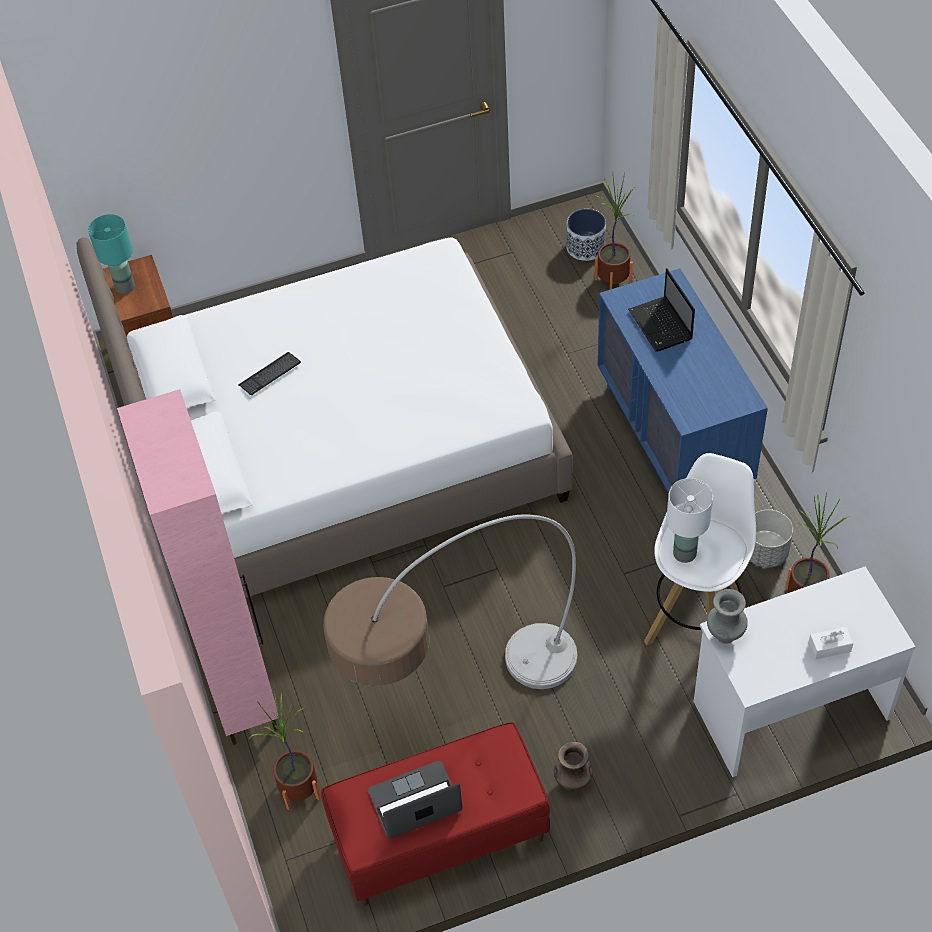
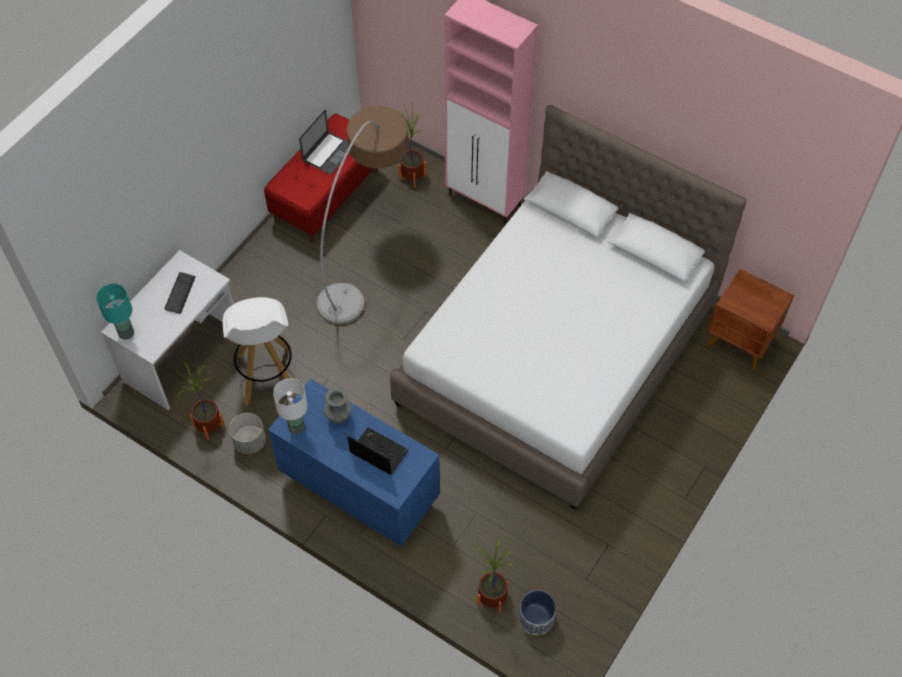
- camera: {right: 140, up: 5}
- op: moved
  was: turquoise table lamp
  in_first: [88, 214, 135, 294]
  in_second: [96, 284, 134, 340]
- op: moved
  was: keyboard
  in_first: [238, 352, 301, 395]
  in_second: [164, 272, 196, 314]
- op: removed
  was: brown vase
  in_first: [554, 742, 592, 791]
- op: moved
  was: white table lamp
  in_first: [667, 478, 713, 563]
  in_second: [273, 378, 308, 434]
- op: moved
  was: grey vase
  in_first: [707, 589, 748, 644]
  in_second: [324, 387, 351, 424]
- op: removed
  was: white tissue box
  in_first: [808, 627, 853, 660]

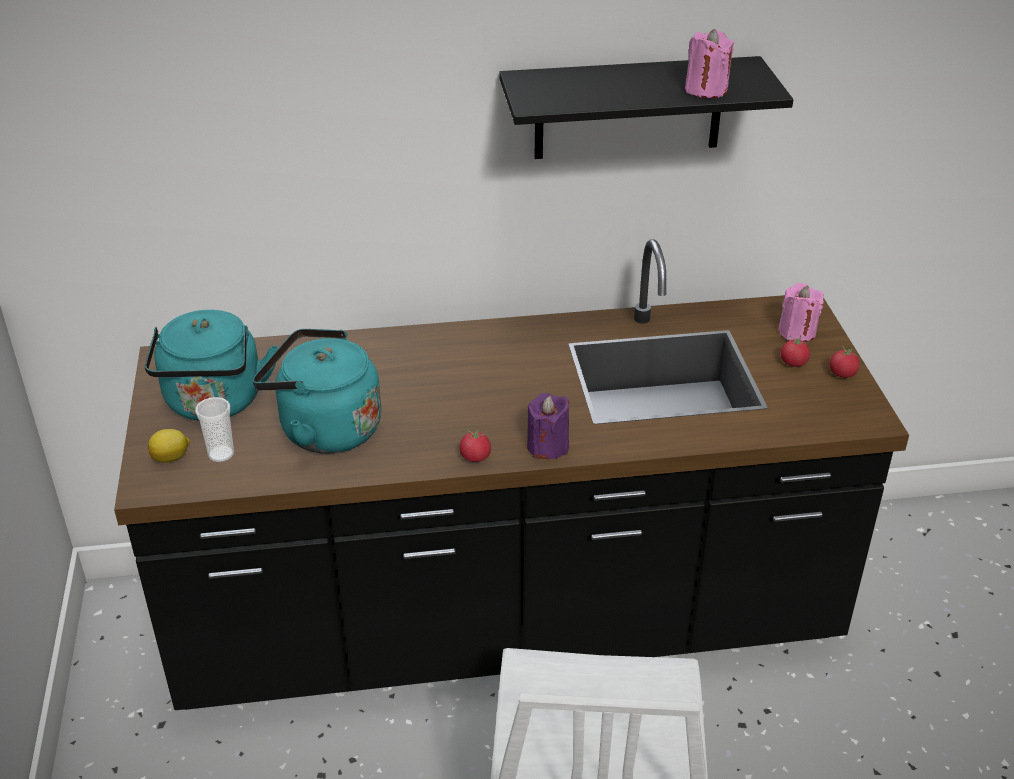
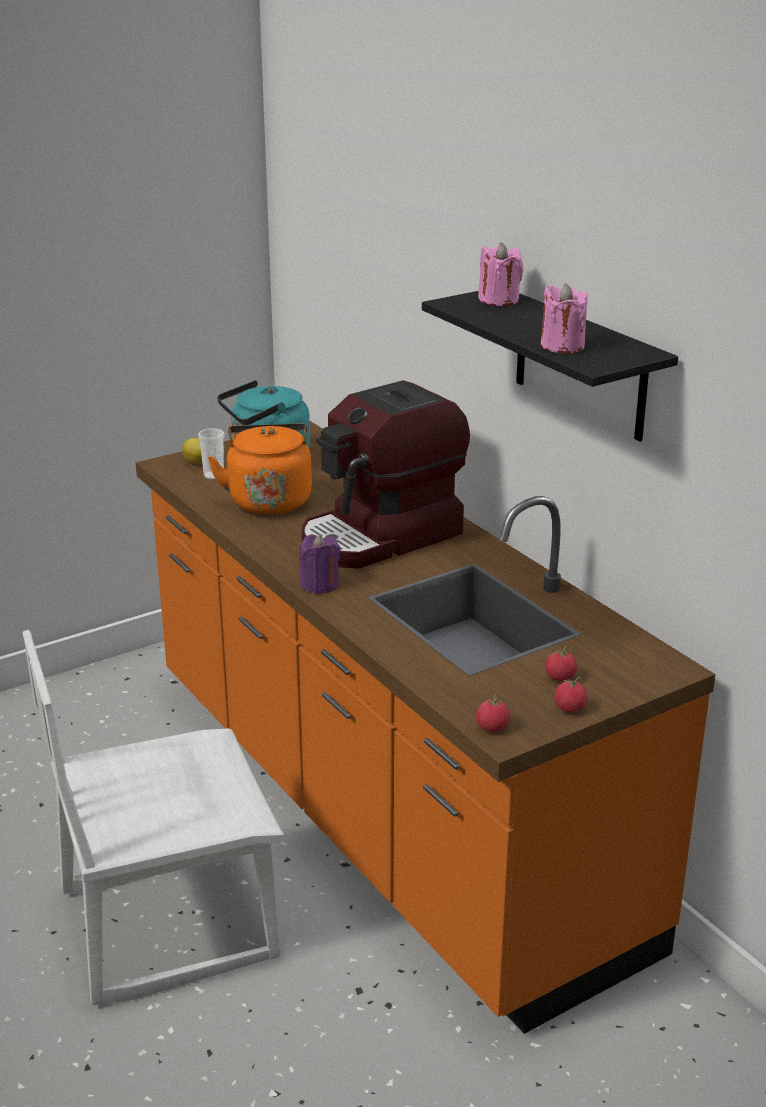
- camera: {right: 65, up: -10}
- op: recoloured
  was: black counter
  now: orange counter
  in_first: [114, 239, 909, 710]
  in_second: [136, 421, 716, 1034]
- op: recoloured
  was: turquoise kettle
  now: orange kettle
  in_first: [253, 329, 381, 454]
  in_second: [208, 424, 312, 515]
- op: moved
  was: tomato
  in_first: [459, 427, 491, 462]
  in_second: [476, 694, 510, 732]
- op: moved
  was: pink candle
  in_first: [779, 283, 824, 342]
  in_second: [478, 243, 523, 306]
- op: added
  now: coffee machine
  in_second: [302, 380, 470, 568]

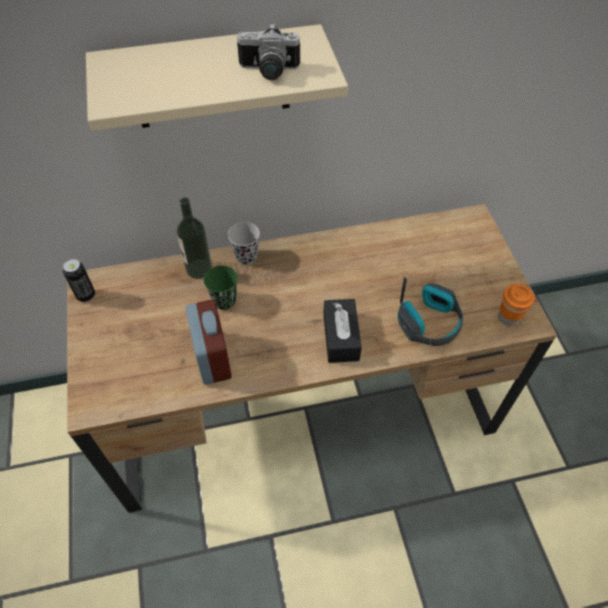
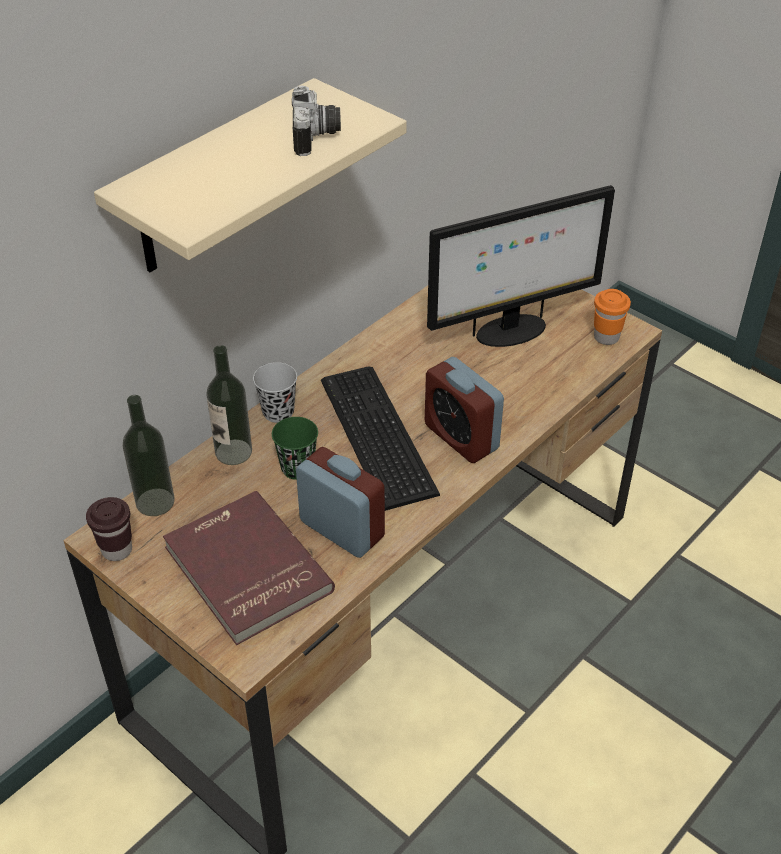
- camera: {right: -35, up: -10}
- op: replaced
  was: can
  now: brown cup
  in_first: [63, 259, 95, 302]
  in_second: [86, 497, 132, 561]
- op: turned
  was: photo camera
  in_first: [237, 23, 300, 80]
  in_second: [292, 86, 341, 156]
  clockwise: -60
- op: replaced
  was: black tissue box
  now: alarm clock
  in_first: [323, 299, 362, 363]
  in_second: [425, 357, 504, 463]
- op: removed
  was: headphones
  in_first: [398, 277, 463, 346]
- op: added
  now: bottle
  in_second: [122, 395, 175, 516]
- op: added
  now: red book
  in_second: [163, 491, 335, 645]
- op: added
  now: keyboard
  in_second: [321, 367, 440, 511]
- op: added
  now: monitor
  in_second: [427, 185, 615, 347]

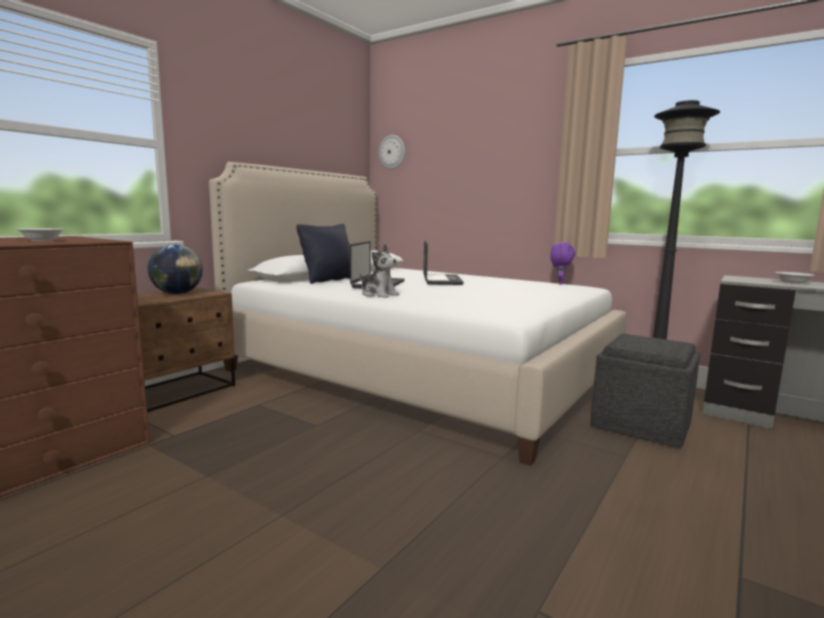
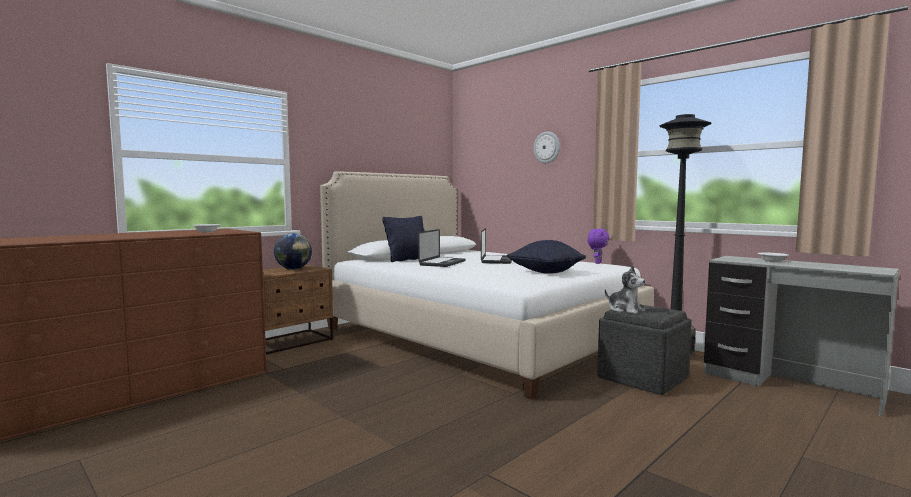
- camera: {right: 10, up: -5}
- op: moved
  was: plush toy
  in_first: [360, 244, 399, 298]
  in_second: [605, 266, 645, 314]
- op: moved
  was: wall clock
  in_first: [379, 135, 405, 169]
  in_second: [533, 131, 560, 163]
- op: added
  now: black pillow
  in_second: [507, 240, 586, 274]

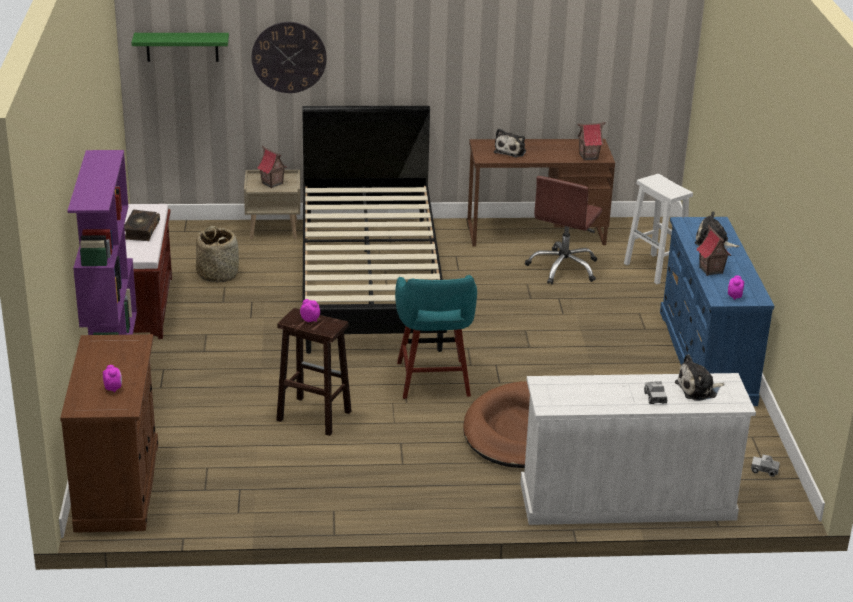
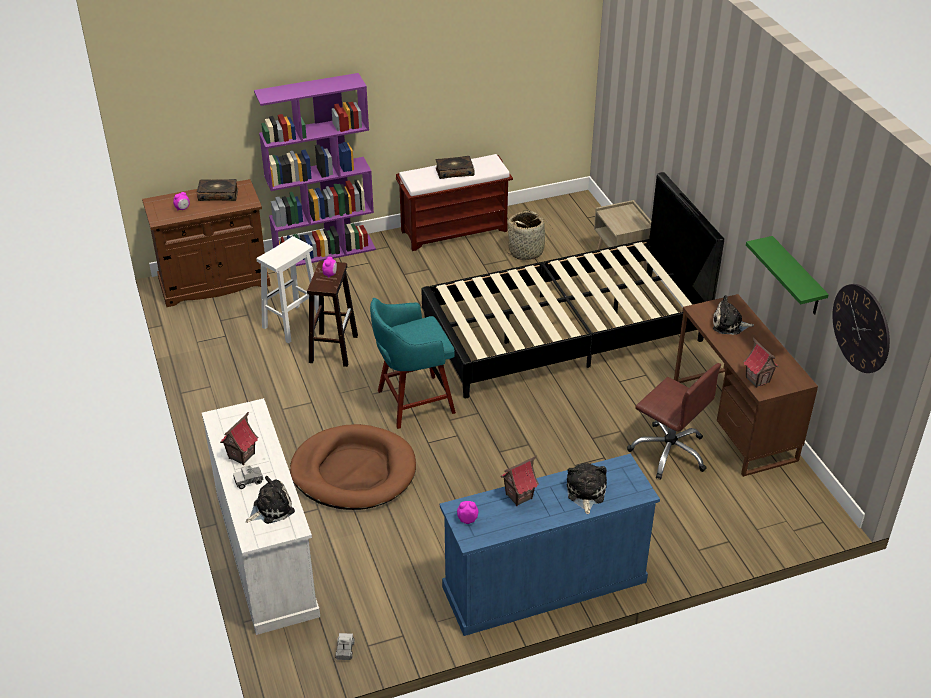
- camera: {right: 75, up: 10}
- op: moved
  was: green shelf
  in_first: [131, 33, 229, 62]
  in_second: [746, 236, 829, 315]
- op: moved
  was: wall clock
  in_first: [252, 22, 327, 93]
  in_second: [833, 284, 890, 373]
- op: moved
  was: toy house
  in_first: [257, 146, 287, 188]
  in_second: [220, 412, 259, 465]
- op: turned
  was: brown office chair
  in_first: [525, 176, 602, 284]
  in_second: [627, 363, 721, 480]
  clockwise: -150
- op: moved
  was: white stool
  in_first: [624, 174, 693, 284]
  in_second: [257, 236, 319, 343]
- op: turned
  was: plush toy
  in_first: [675, 354, 725, 401]
  in_second: [246, 476, 295, 524]
  clockwise: 90
- op: added
  now: book
  in_second: [197, 179, 238, 201]

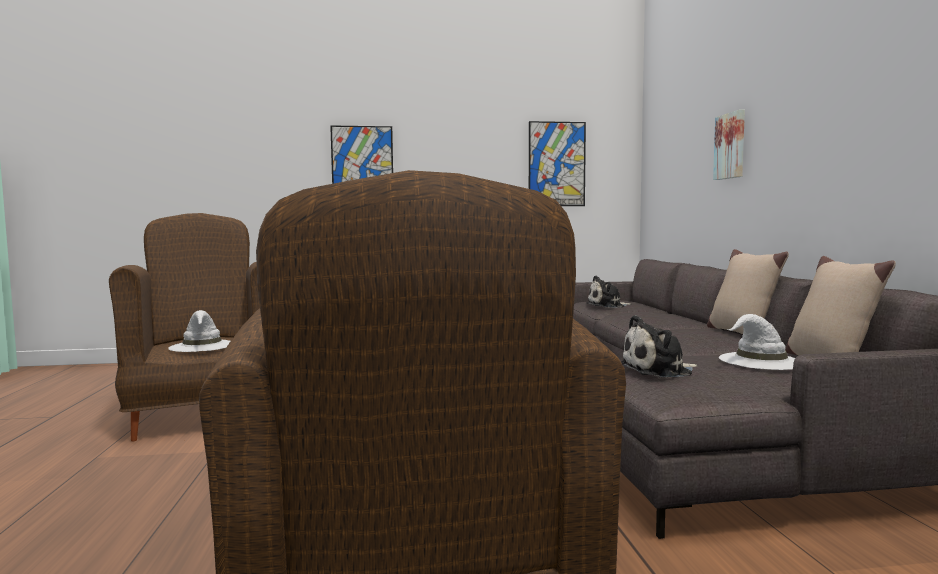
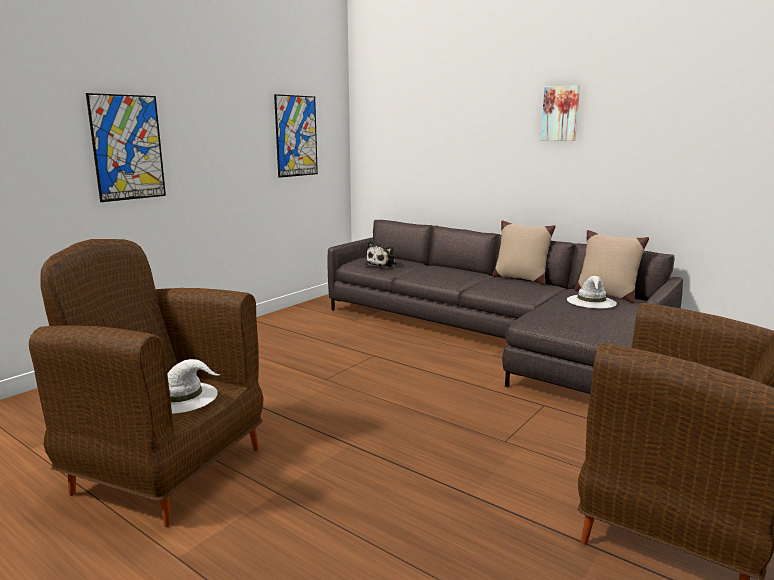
- camera: {right: -45, up: 10}
- op: removed
  was: plush toy
  in_first: [621, 315, 697, 378]
- op: moved
  was: picture
  in_first: [713, 110, 745, 180]
  in_second: [541, 85, 580, 141]

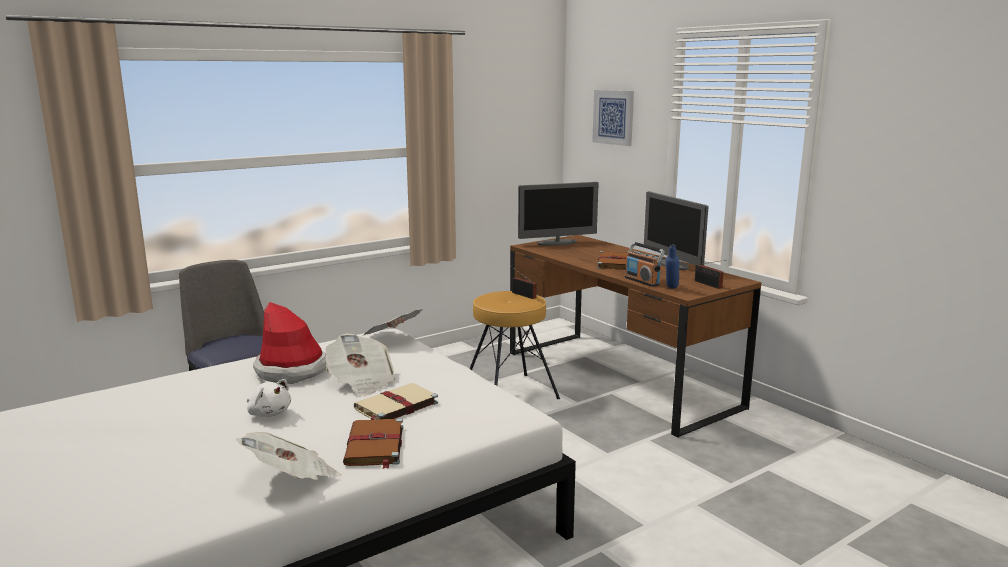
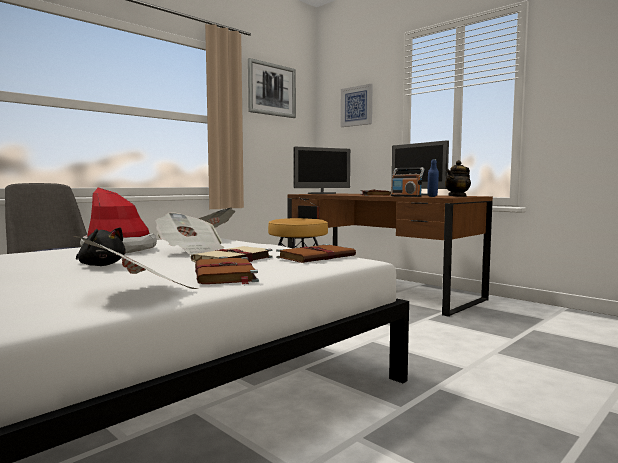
- camera: {right: -10, up: -10}
- op: recoloured
  was: white plush toy
  now: black plush toy
  in_first: [247, 379, 291, 417]
  in_second: [76, 228, 126, 266]
- op: replaced
  was: radio
  now: teapot
  in_first: [695, 260, 725, 289]
  in_second: [445, 160, 471, 197]
- op: added
  now: picture
  in_second: [248, 58, 296, 118]
- op: added
  now: brown book
  in_second: [276, 244, 356, 263]

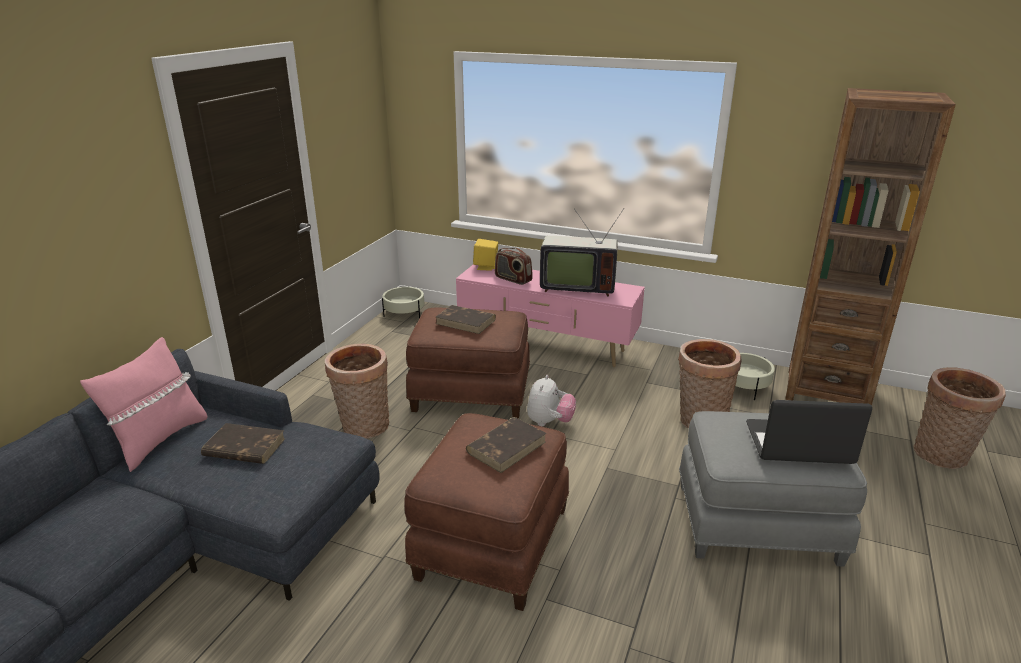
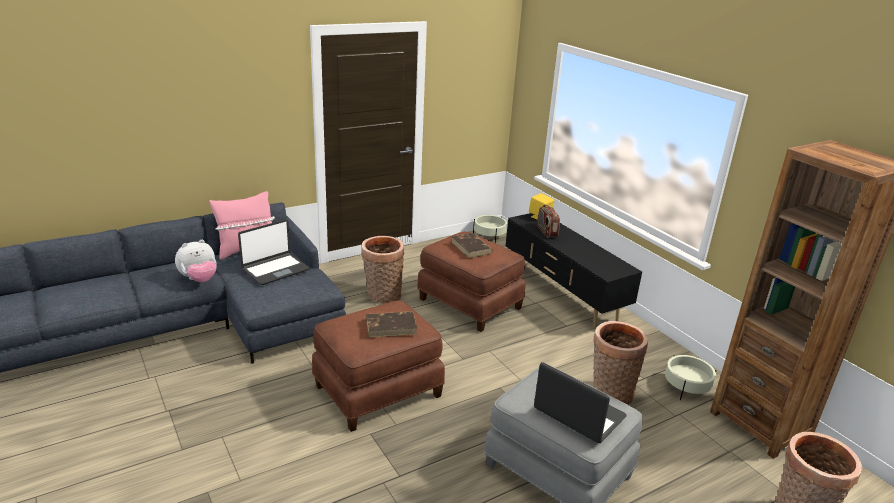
- camera: {right: 35, up: 0}
- op: replaced
  was: brown book
  now: laptop
  in_first: [201, 423, 285, 464]
  in_second: [238, 220, 310, 285]
- op: recoloured
  was: pink tv stand
  now: black tv stand
  in_first: [456, 264, 645, 367]
  in_second: [505, 213, 642, 329]
- op: moved
  was: plush toy
  in_first: [527, 375, 576, 426]
  in_second: [175, 240, 217, 283]
- op: removed
  was: television
  in_first: [540, 208, 623, 296]

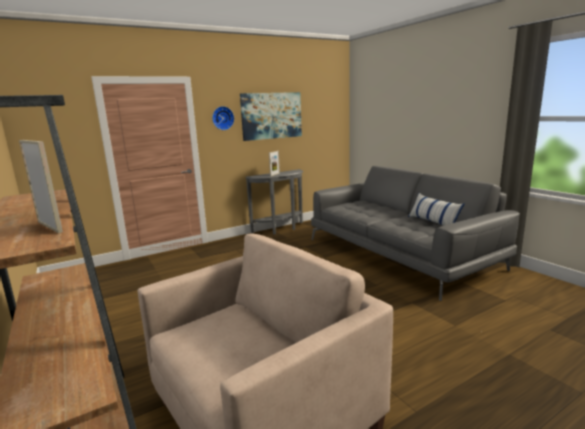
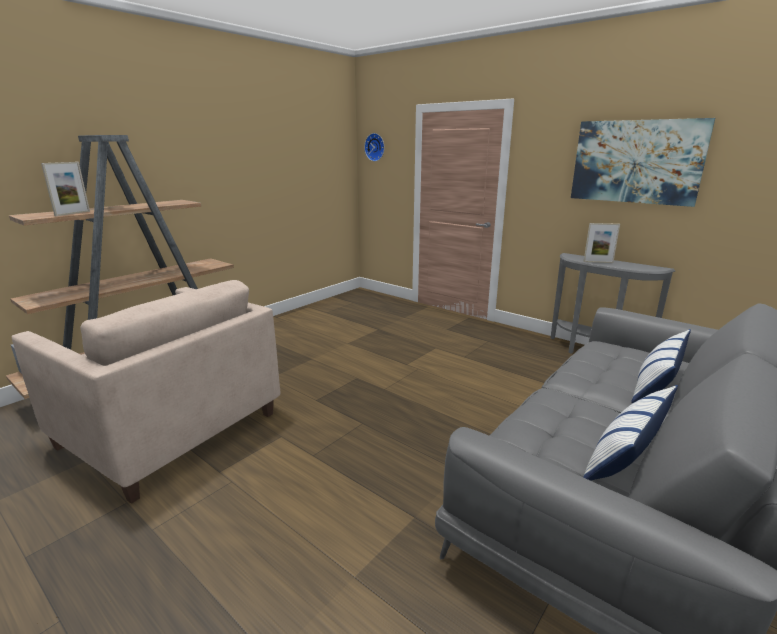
- camera: {right: 70, up: 5}
- op: moved
  was: wall clock
  in_first: [212, 106, 234, 130]
  in_second: [364, 133, 385, 161]
- op: added
  now: pillow
  in_second: [631, 329, 691, 403]

